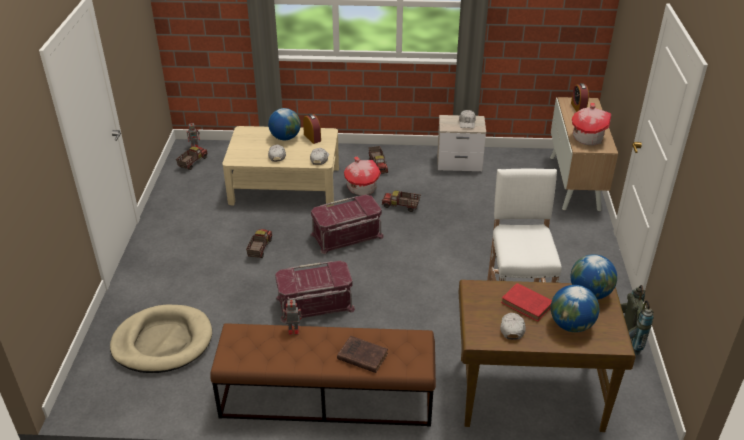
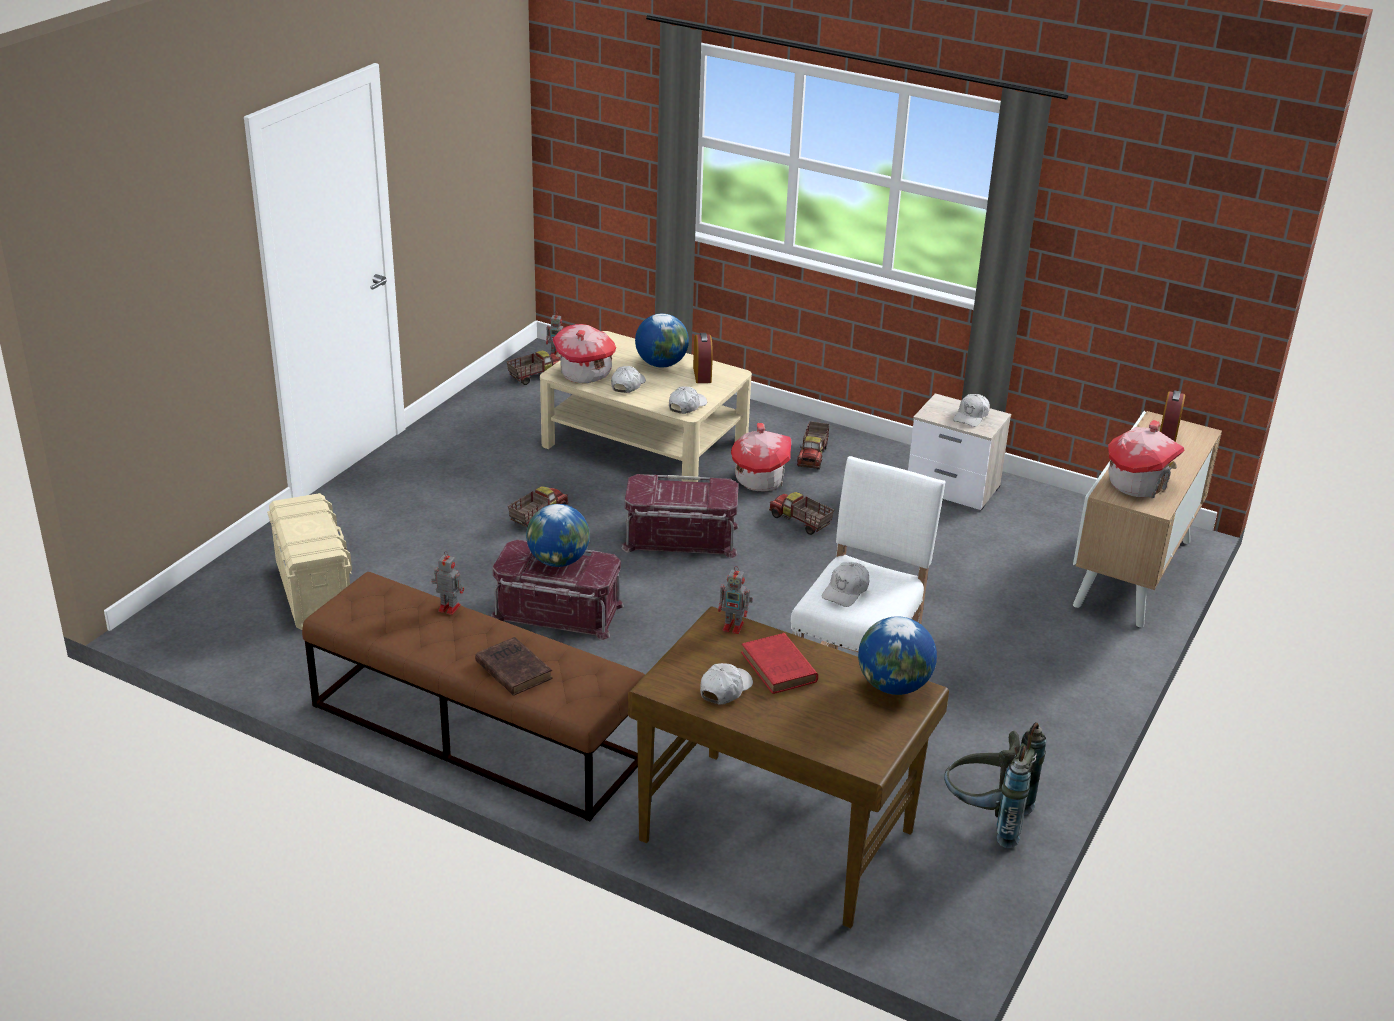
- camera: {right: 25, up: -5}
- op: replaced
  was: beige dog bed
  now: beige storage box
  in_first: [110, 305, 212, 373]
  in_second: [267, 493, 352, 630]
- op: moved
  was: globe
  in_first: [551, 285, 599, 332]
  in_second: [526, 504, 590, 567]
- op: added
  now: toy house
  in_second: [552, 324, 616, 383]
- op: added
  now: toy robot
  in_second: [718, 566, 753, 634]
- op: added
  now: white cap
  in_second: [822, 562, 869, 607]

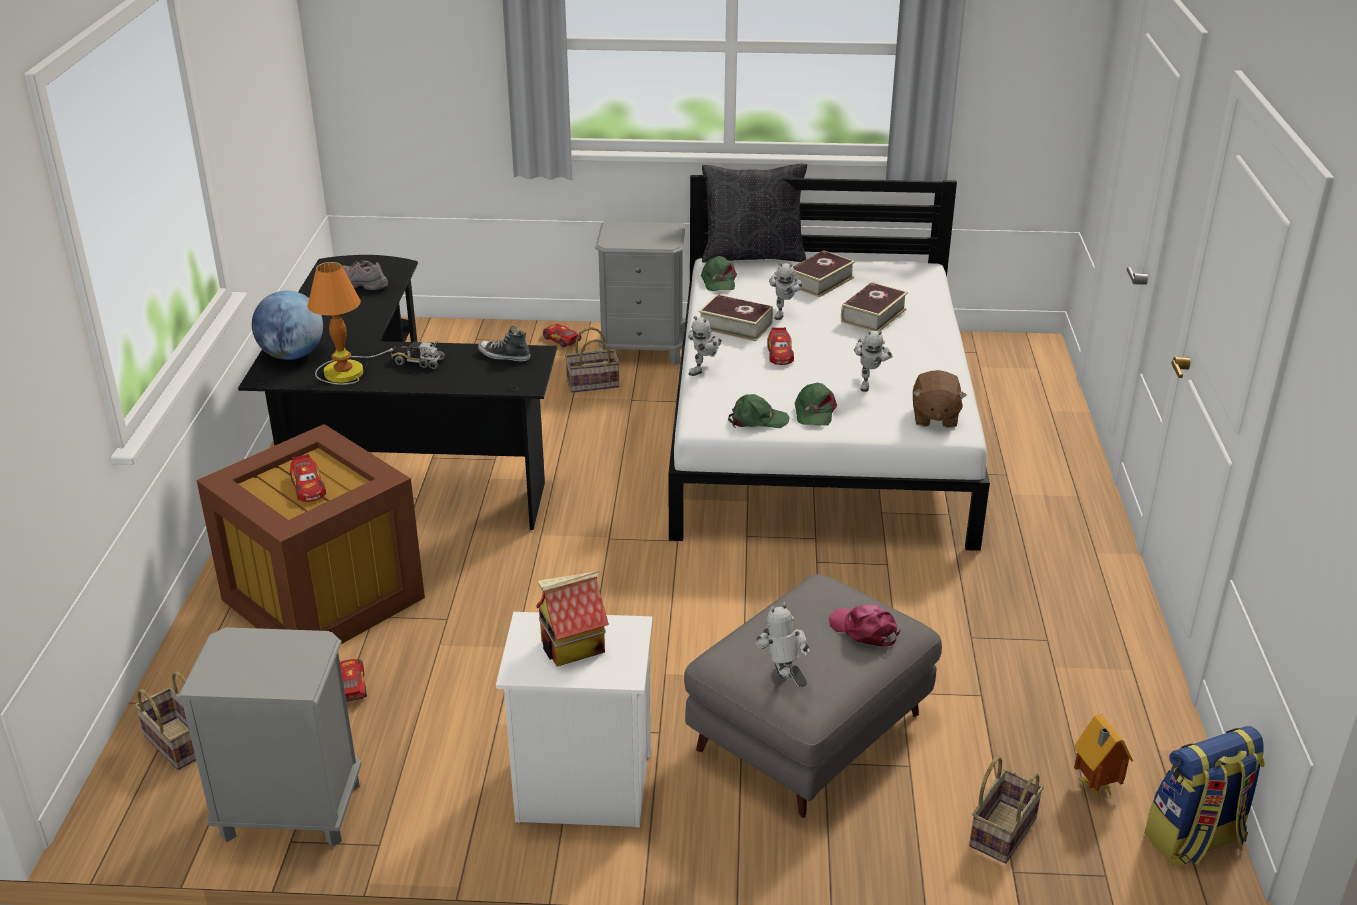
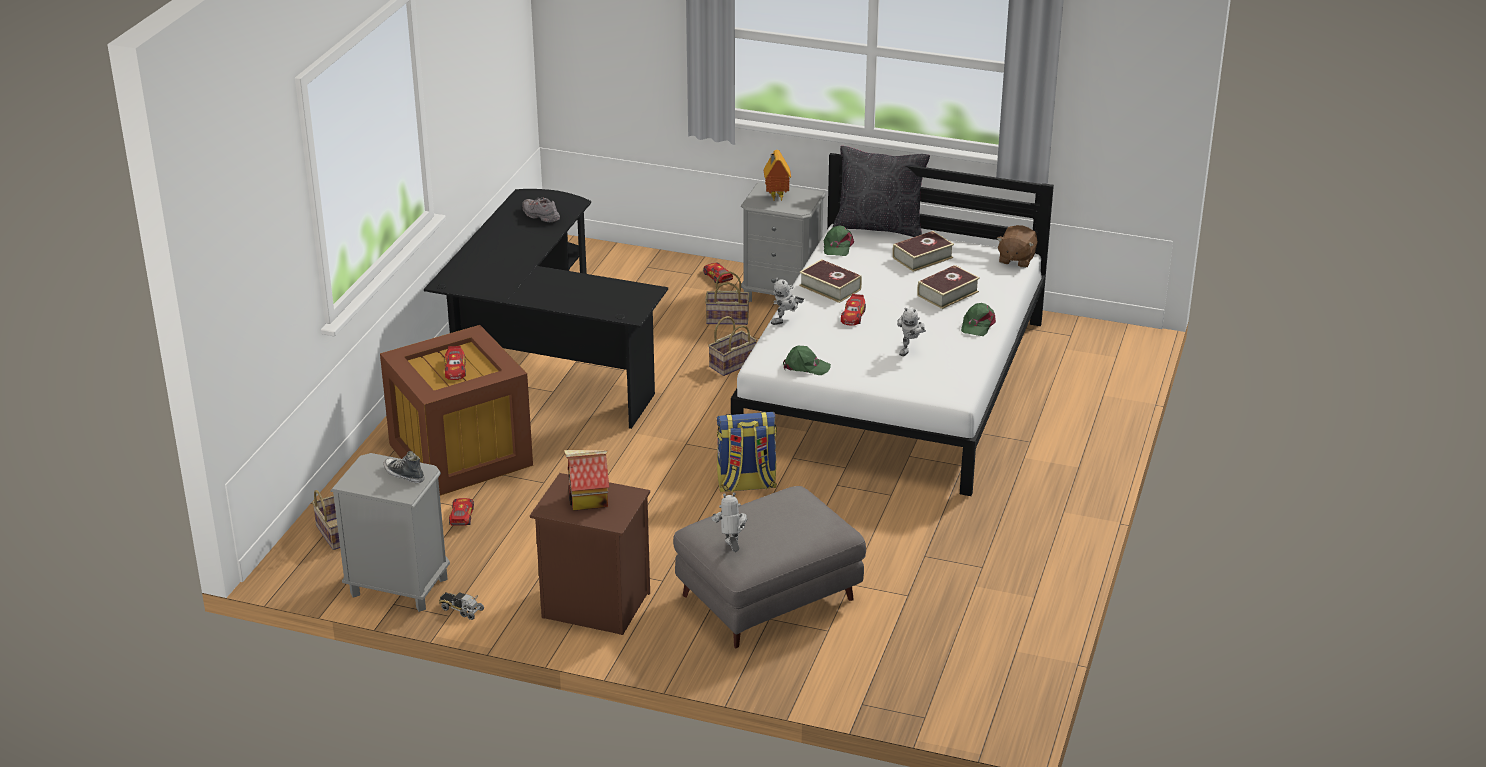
- camera: {right: 15, up: 0}
- op: removed
  was: globe
  in_first: [252, 291, 323, 360]
- op: removed
  was: table lamp
  in_first: [307, 262, 394, 385]
- op: moved
  was: toy truck
  in_first: [391, 341, 445, 369]
  in_second: [439, 592, 484, 620]
- op: moved
  was: shoe
  in_first: [478, 326, 530, 362]
  in_second: [384, 451, 424, 483]
- op: recoloured
  was: white nightstand
  now: brown nightstand
  in_first: [496, 612, 652, 827]
  in_second: [530, 473, 650, 635]
- op: removed
  was: toy robot
  in_first: [769, 263, 804, 320]
- op: moved
  was: green cap
  in_first: [795, 383, 837, 426]
  in_second: [961, 303, 996, 336]
- op: removed
  was: pink cap
  in_first: [829, 604, 901, 647]
- op: moved
  was: brown plush toy
  in_first: [913, 370, 967, 428]
  in_second: [997, 225, 1038, 268]
- op: moved
  was: basket
  in_first: [969, 756, 1044, 863]
  in_second: [708, 316, 757, 376]
- op: moved
  was: toy house
  in_first: [1074, 714, 1133, 800]
  in_second: [764, 150, 791, 201]
- op: moved
  was: backpack
  in_first: [1144, 726, 1265, 865]
  in_second: [717, 411, 777, 492]

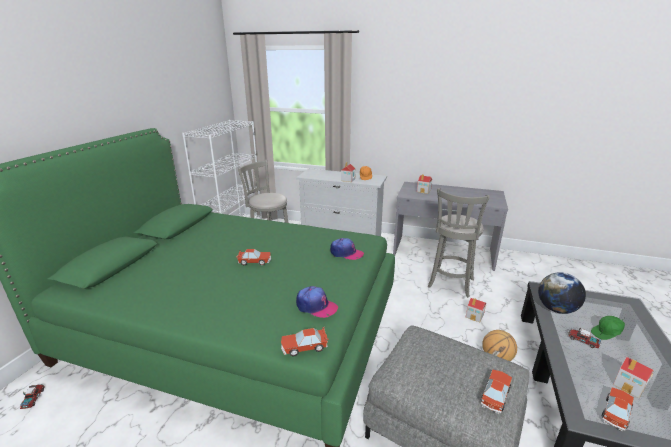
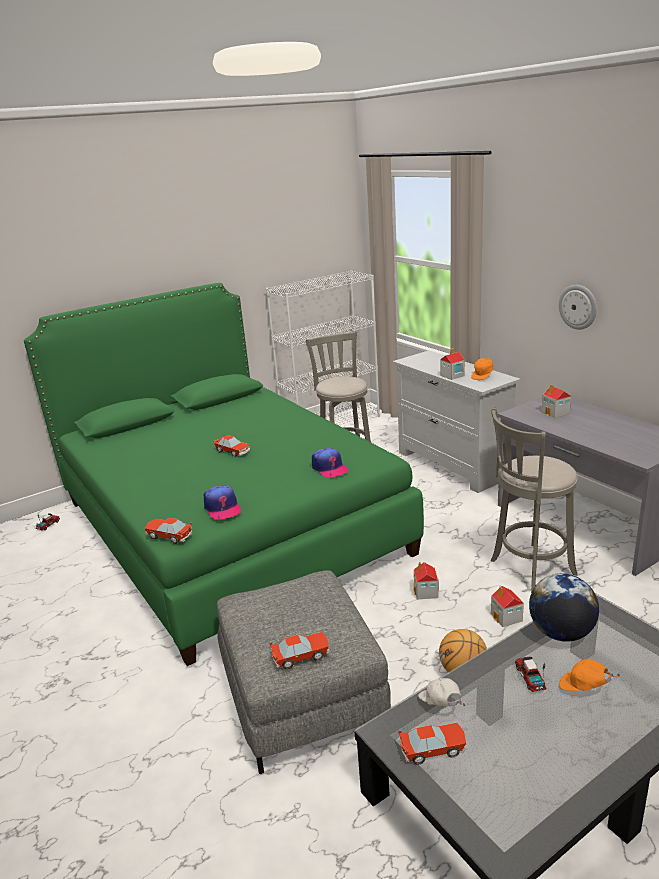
- camera: {right: 40, up: 0}
- op: recoloured
  was: green cap
  now: orange cap
  in_first: [591, 316, 625, 340]
  in_second: [559, 659, 620, 691]
- op: moved
  was: toy house
  in_first: [613, 357, 654, 398]
  in_second: [414, 562, 439, 599]
- op: added
  now: white cap
  in_second: [418, 678, 466, 707]
- op: added
  now: wall clock
  in_second: [559, 285, 597, 330]

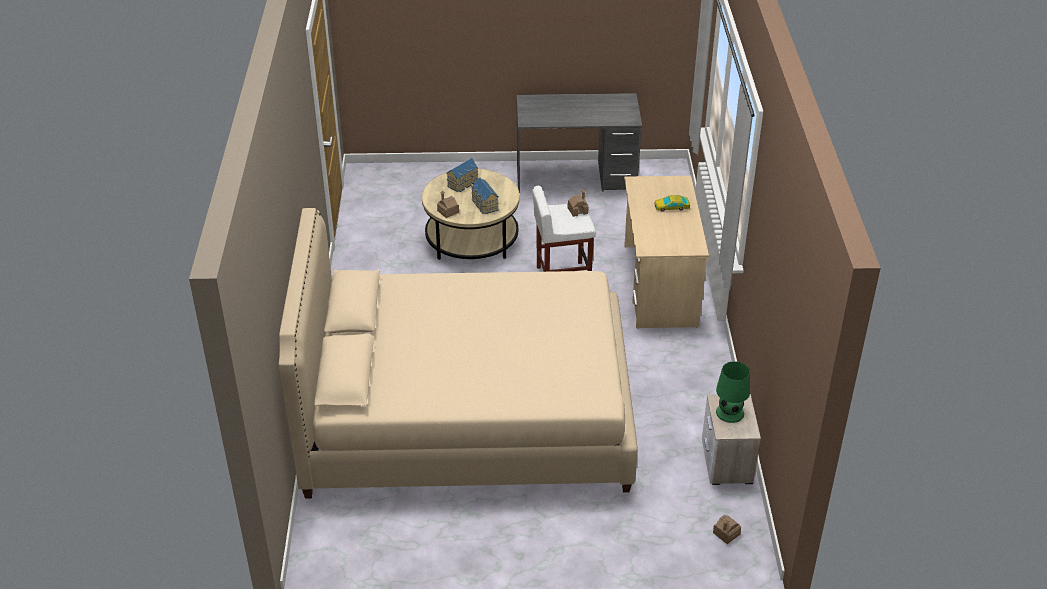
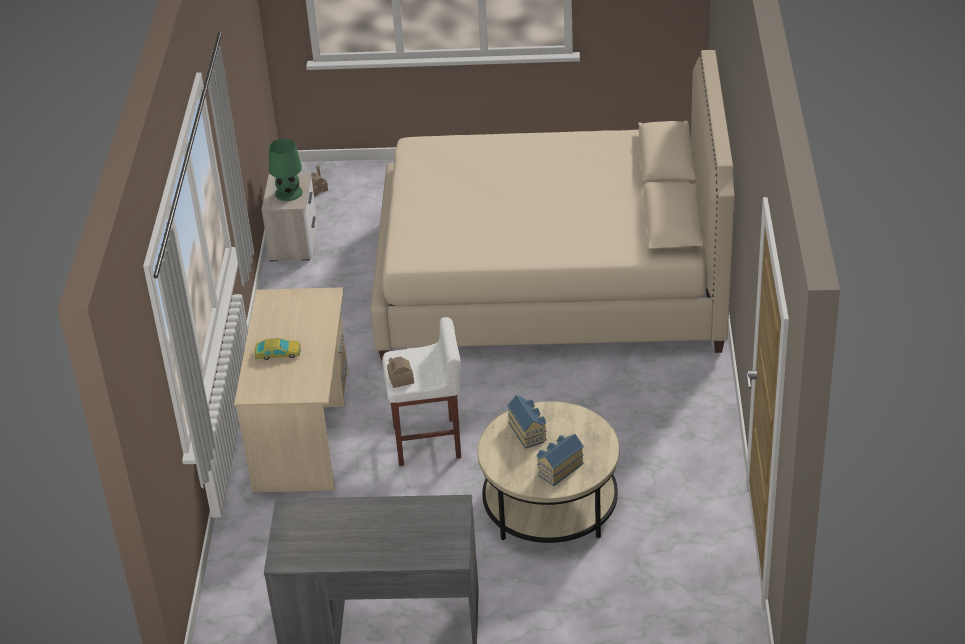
- camera: {right: -175, up: 0}
- op: removed
  was: toy house
  in_first: [437, 190, 459, 218]

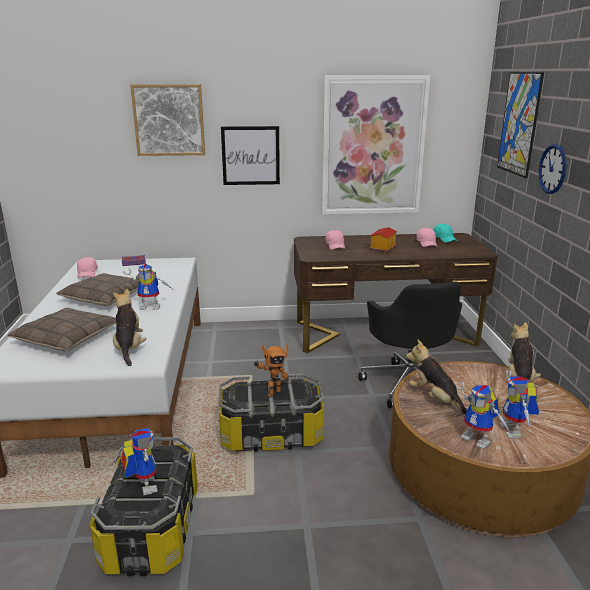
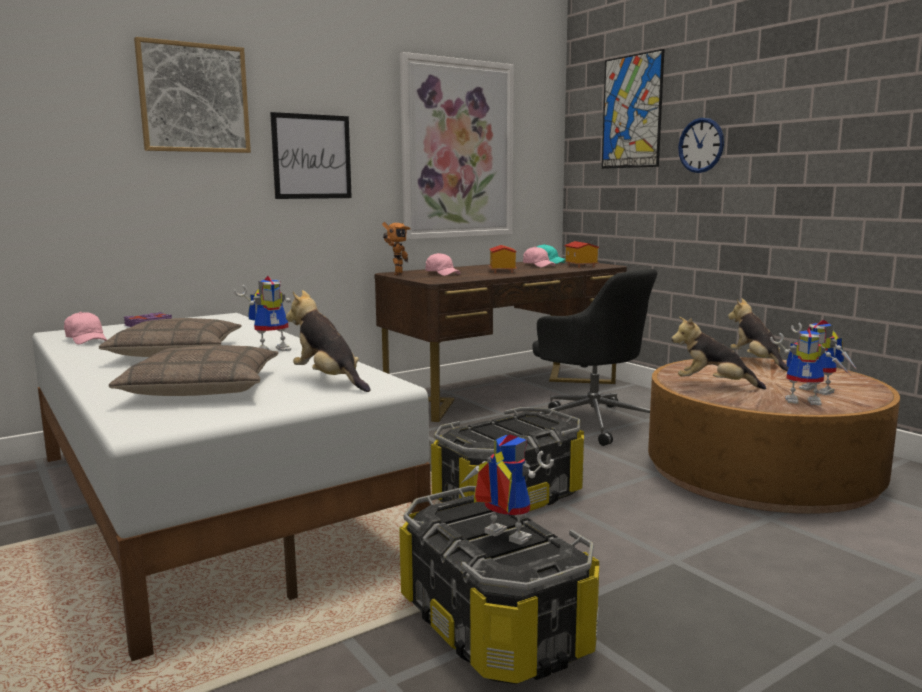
- camera: {right: -30, up: -10}
- op: moved
  was: toy robot
  in_first: [254, 344, 289, 398]
  in_second: [382, 222, 411, 275]
- op: added
  now: toy house
  in_second: [564, 241, 599, 268]

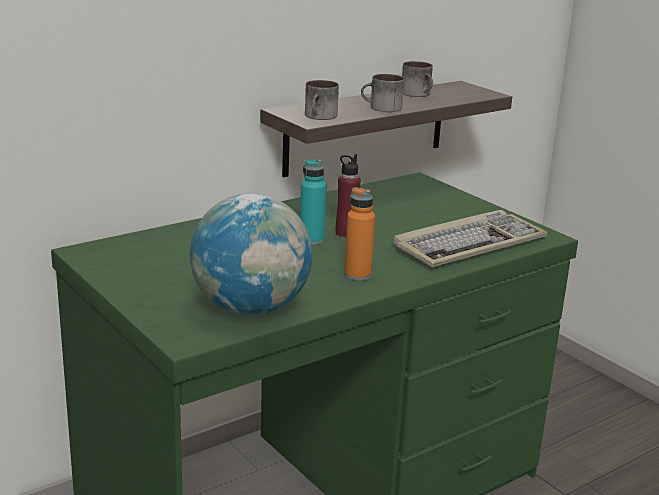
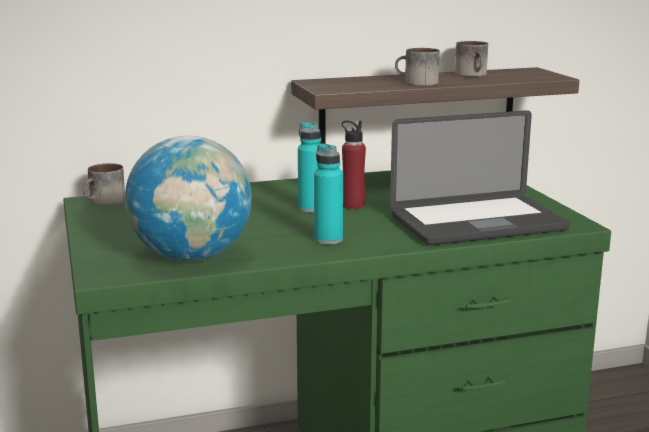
- camera: {right: 20, up: -5}
- op: moved
  was: mug
  in_first: [305, 80, 339, 120]
  in_second: [83, 163, 125, 206]
- op: recoloured
  was: orange bottle
  now: turquoise bottle
  in_first: [344, 187, 375, 281]
  in_second: [314, 143, 343, 245]
- op: replaced
  was: keyboard
  now: laptop
  in_first: [393, 210, 548, 267]
  in_second: [390, 110, 570, 245]

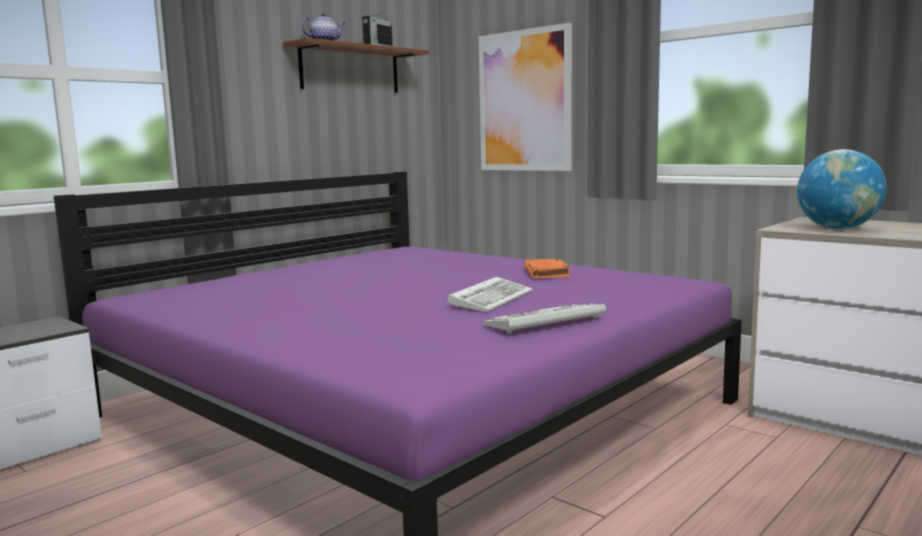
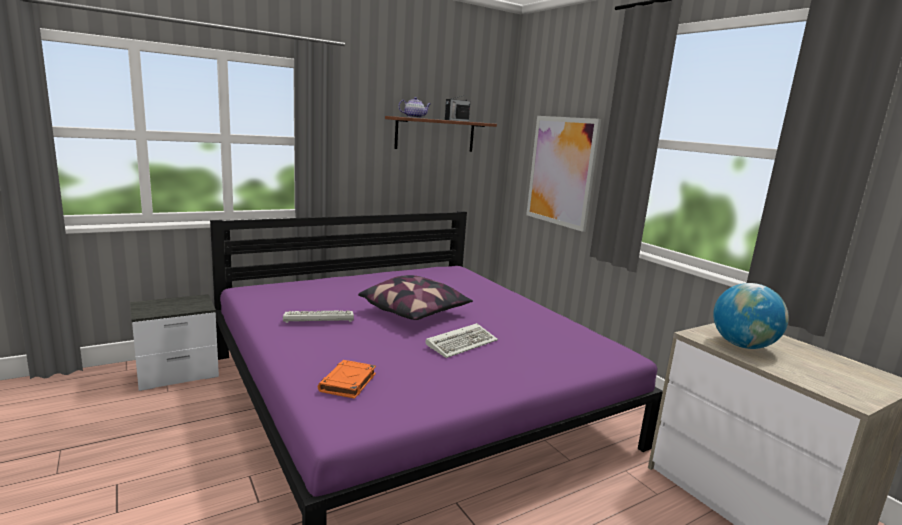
- camera: {right: 15, up: 5}
- op: moved
  was: keyboard
  in_first: [482, 303, 606, 334]
  in_second: [283, 310, 354, 323]
- op: moved
  was: orange book
  in_first: [524, 259, 570, 278]
  in_second: [318, 360, 376, 399]
- op: added
  now: pillow
  in_second: [358, 275, 473, 320]

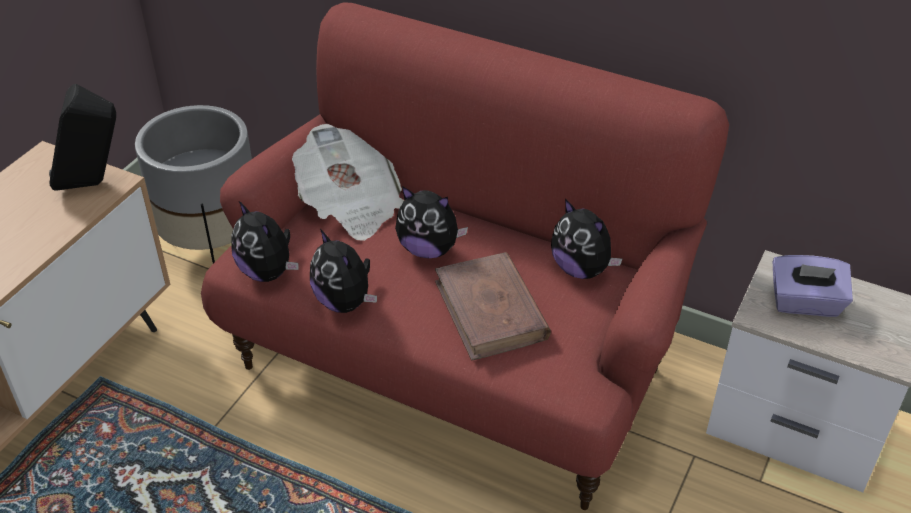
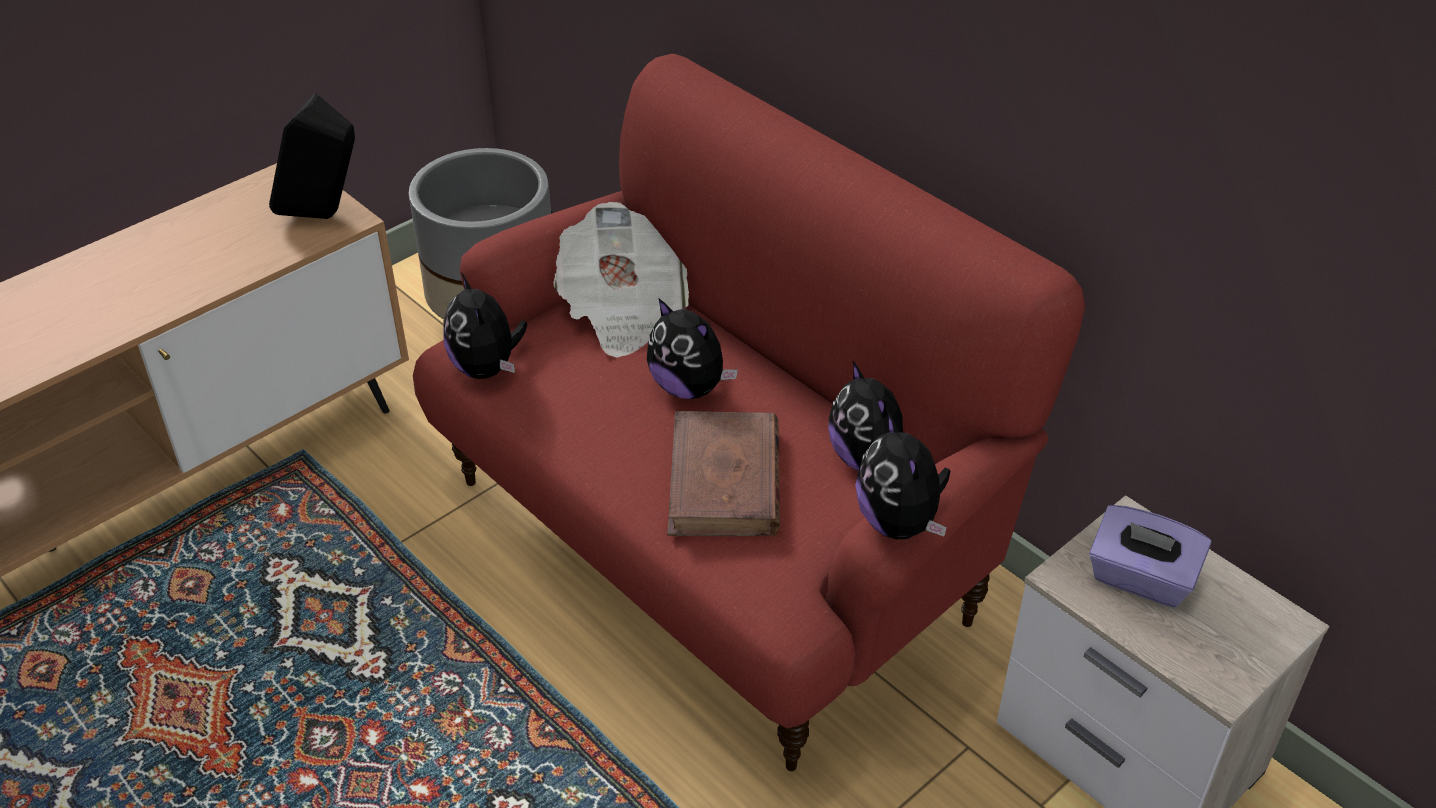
- camera: {right: 20, up: 0}
- op: moved
  was: plush toy
  in_first: [310, 229, 377, 313]
  in_second: [855, 410, 951, 539]

